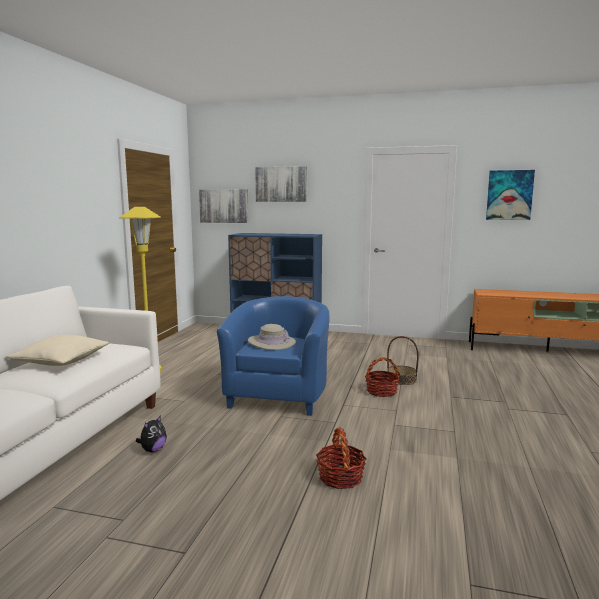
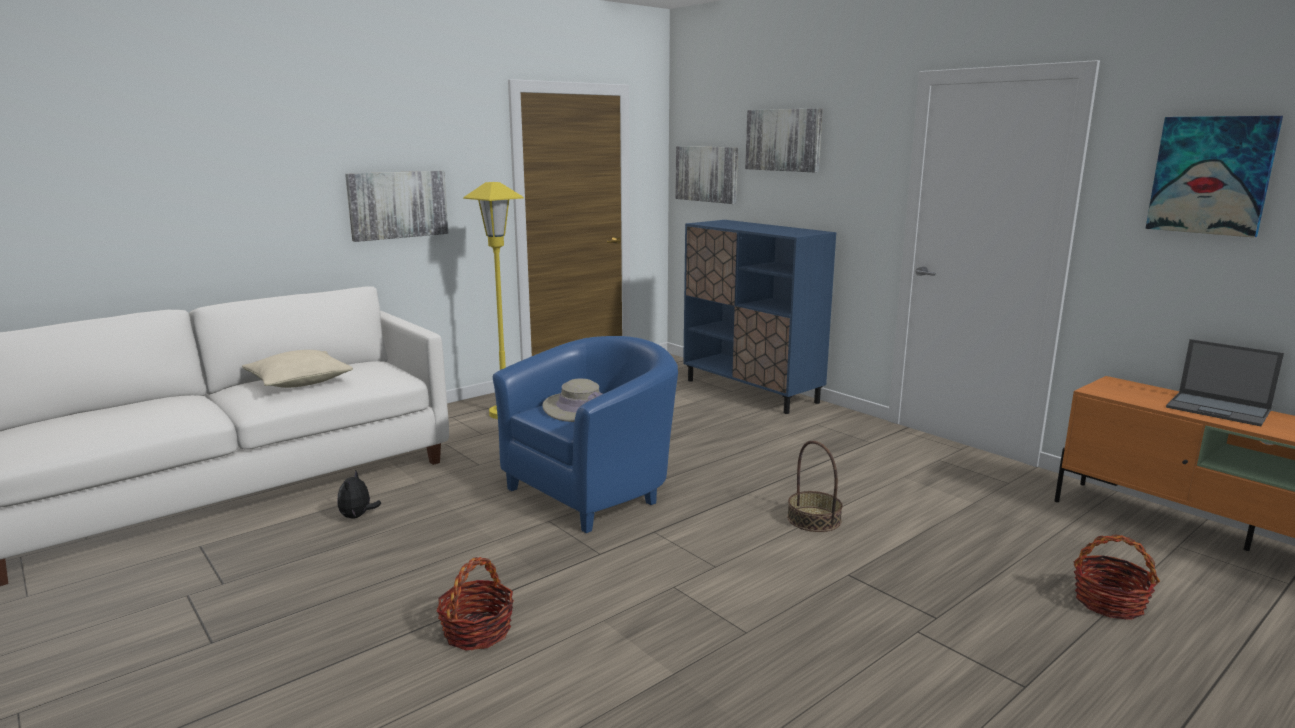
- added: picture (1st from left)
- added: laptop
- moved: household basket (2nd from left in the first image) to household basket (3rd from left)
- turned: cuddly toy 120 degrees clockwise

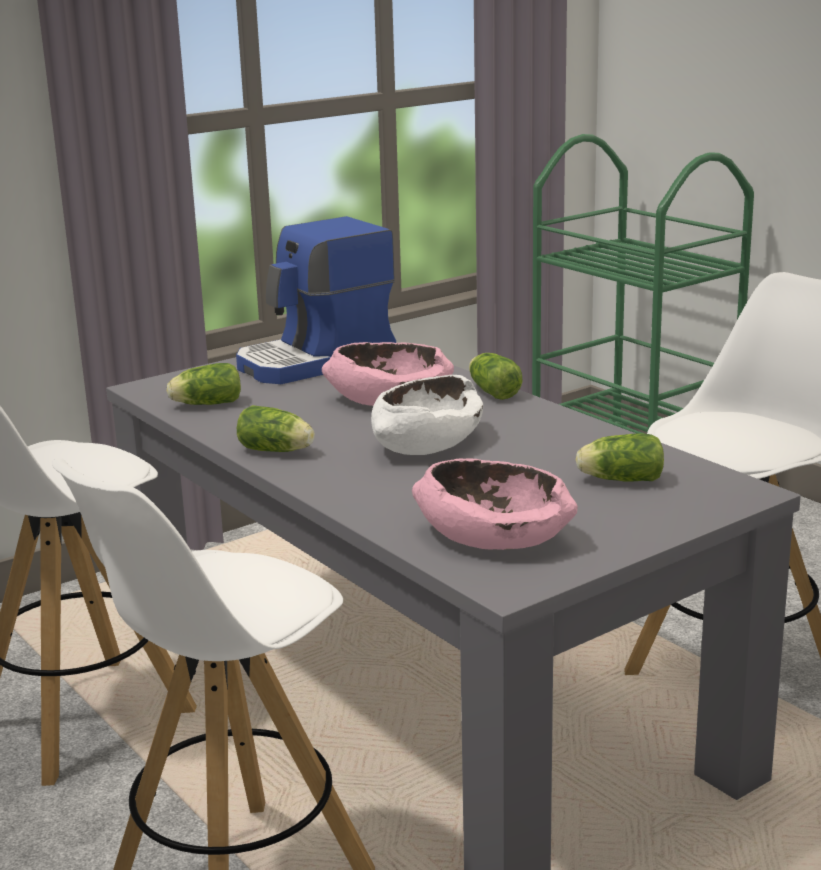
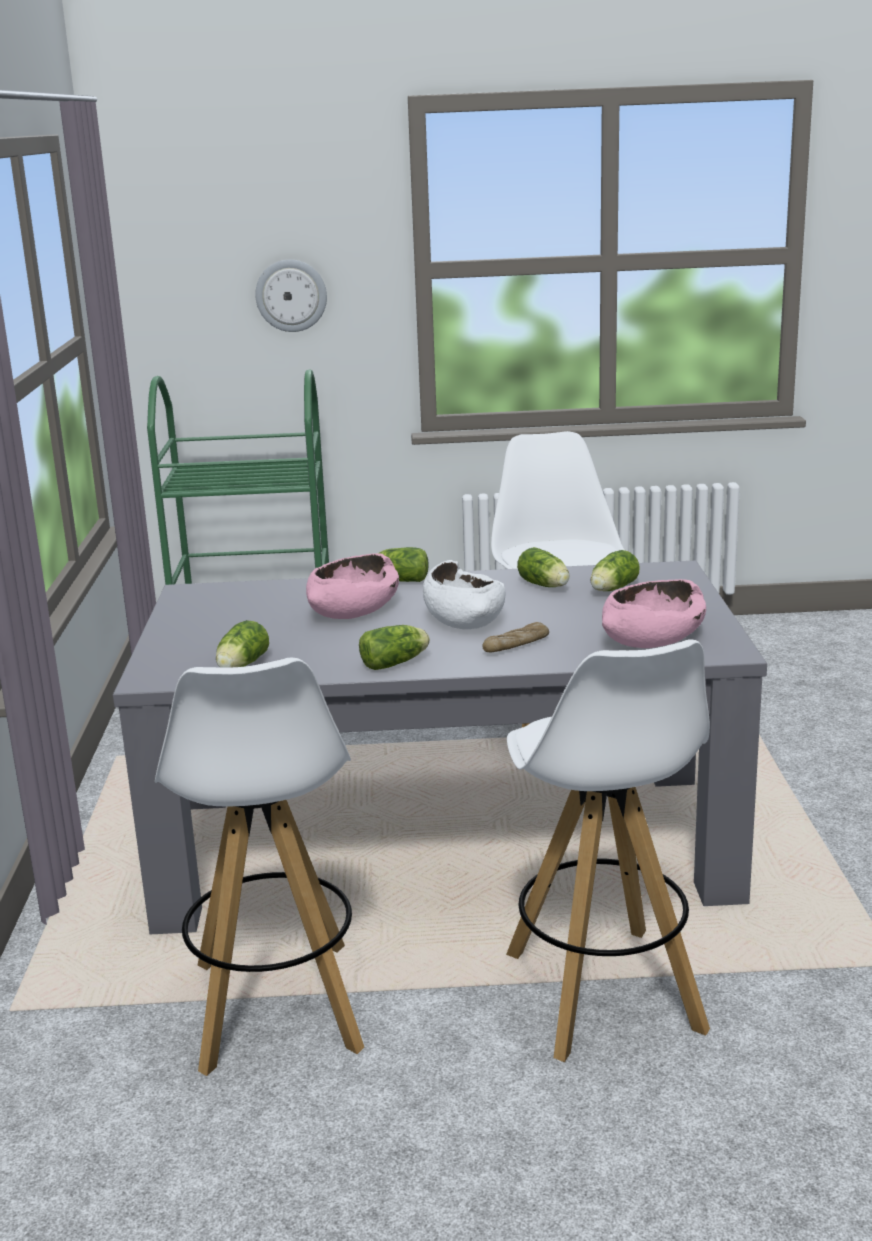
- removed: coffee brewer
- added: hanging clock
- added: baked bread
- added: lettuce head (4th from left)

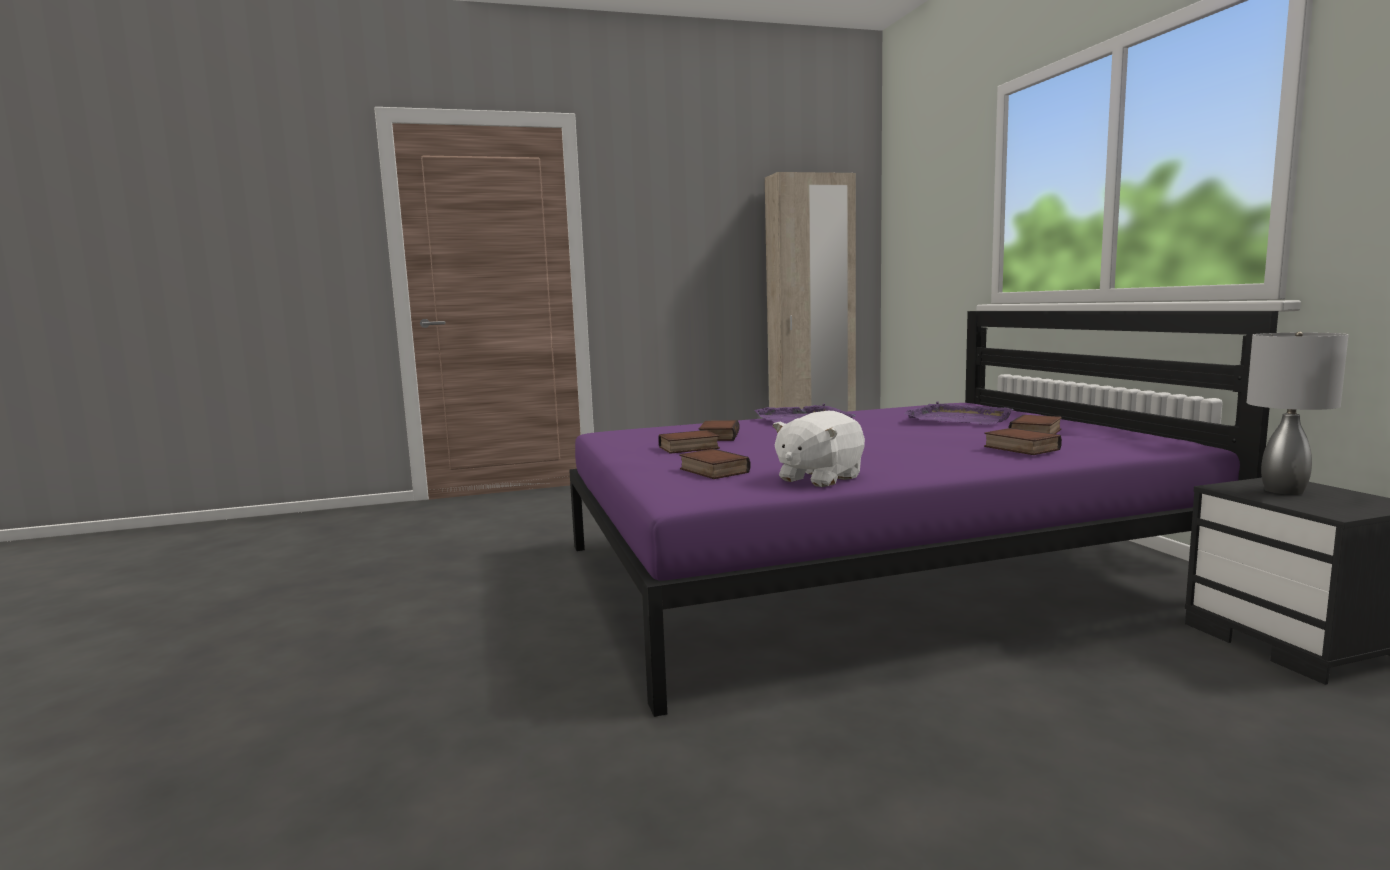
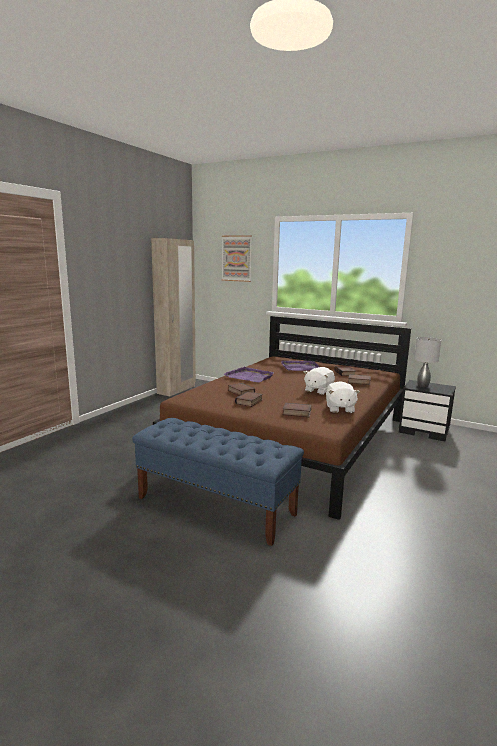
- added: indoor bench in blue-coloured
- added: picture
- added: cuddly toy in white-coloured (1st from left)
- recoloured: bedroom bed in purple to bedroom bed in brown-coloured

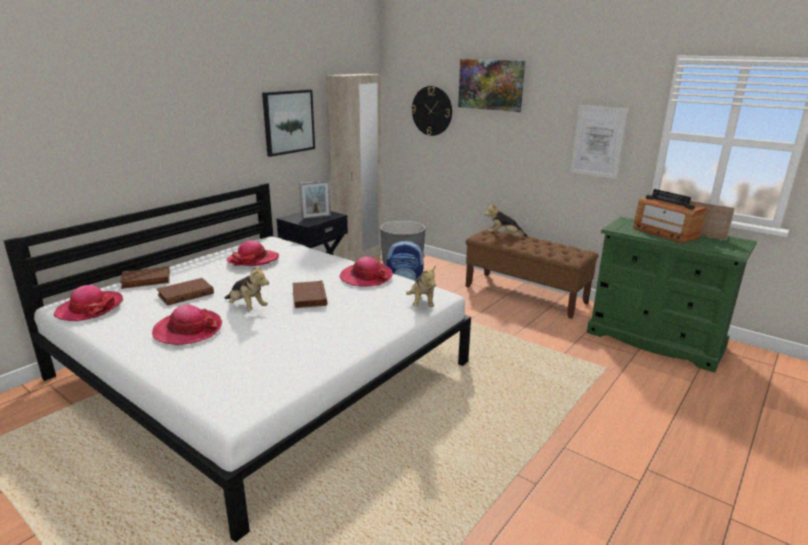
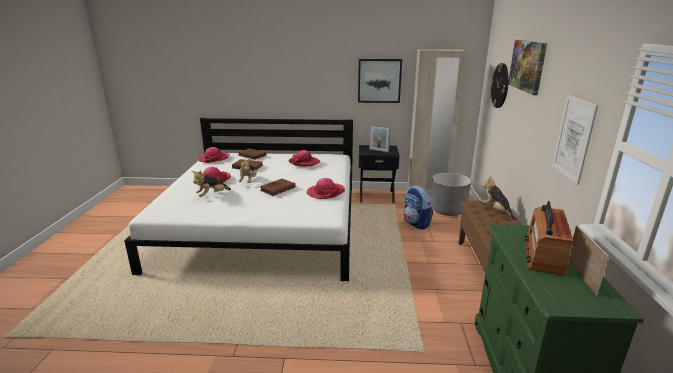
- moved: cuddly toy (2nd from left in the first image) to cuddly toy (1st from left)

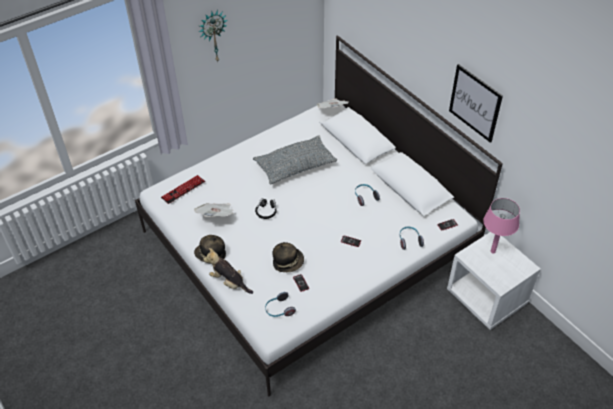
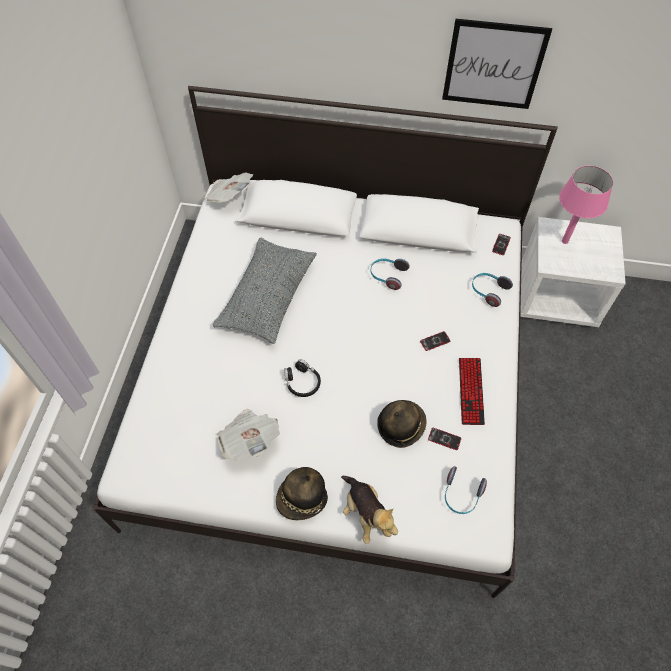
- removed: hanging clock
- moved: computer keyboard
- turned: cuddly toy 105 degrees counterclockwise

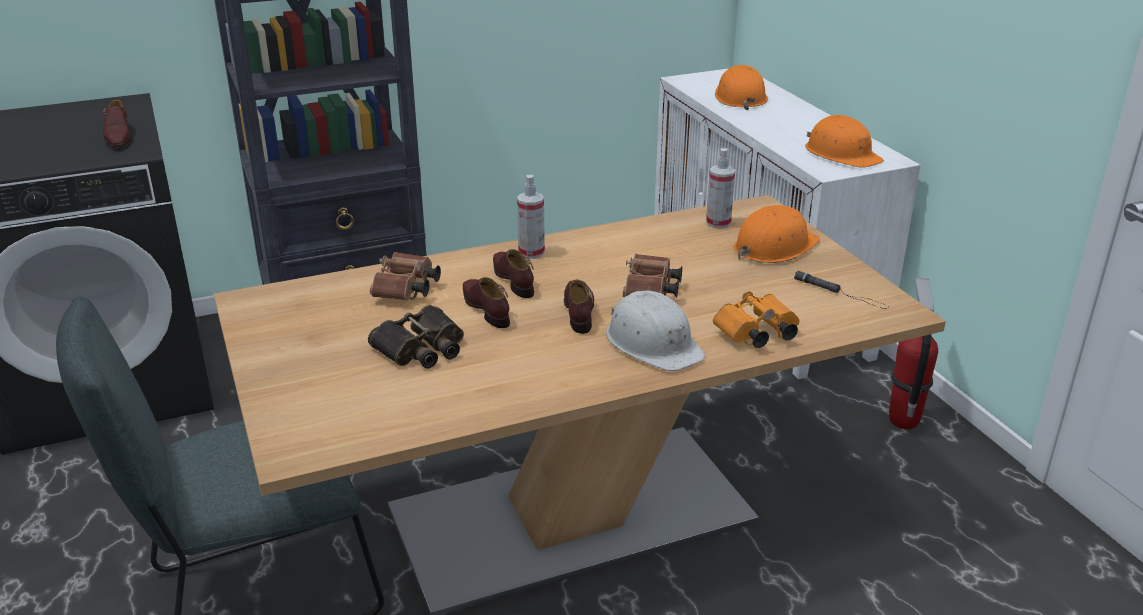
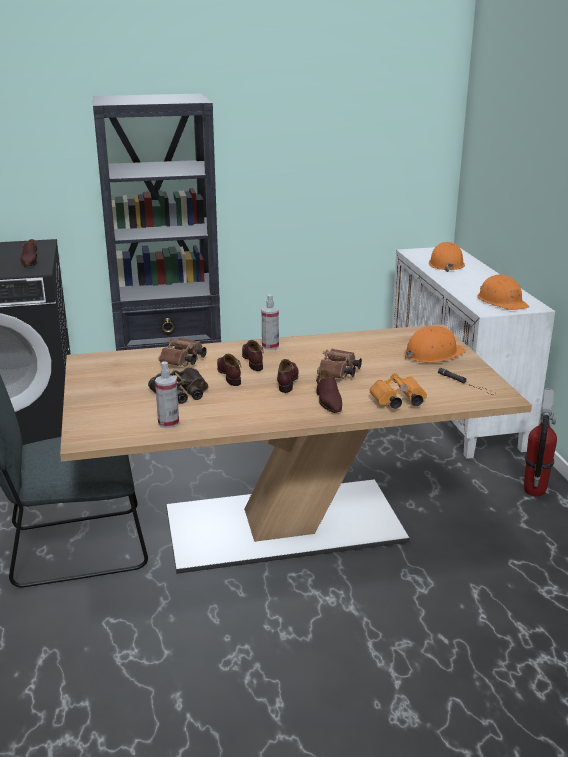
- moved: hand sprayer (2nd from left in the first image) to hand sprayer (1st from left)
- replaced: hard hat in white-coloured to item of footwear in brown-coloured (5th from left)

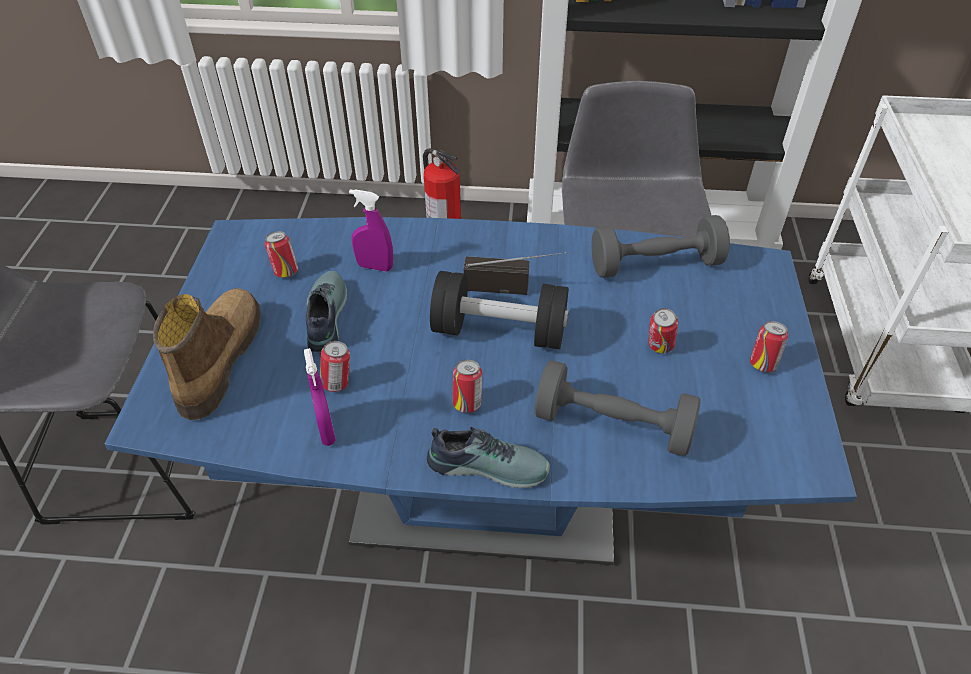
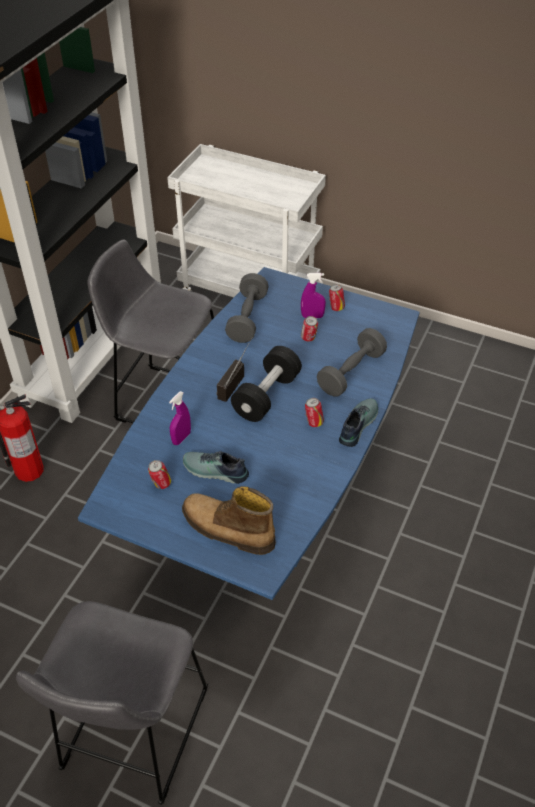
- removed: sealed can (2nd from left)
- moved: hand sprayer in purple (1st from left in the first image) to hand sprayer in purple (2nd from left)

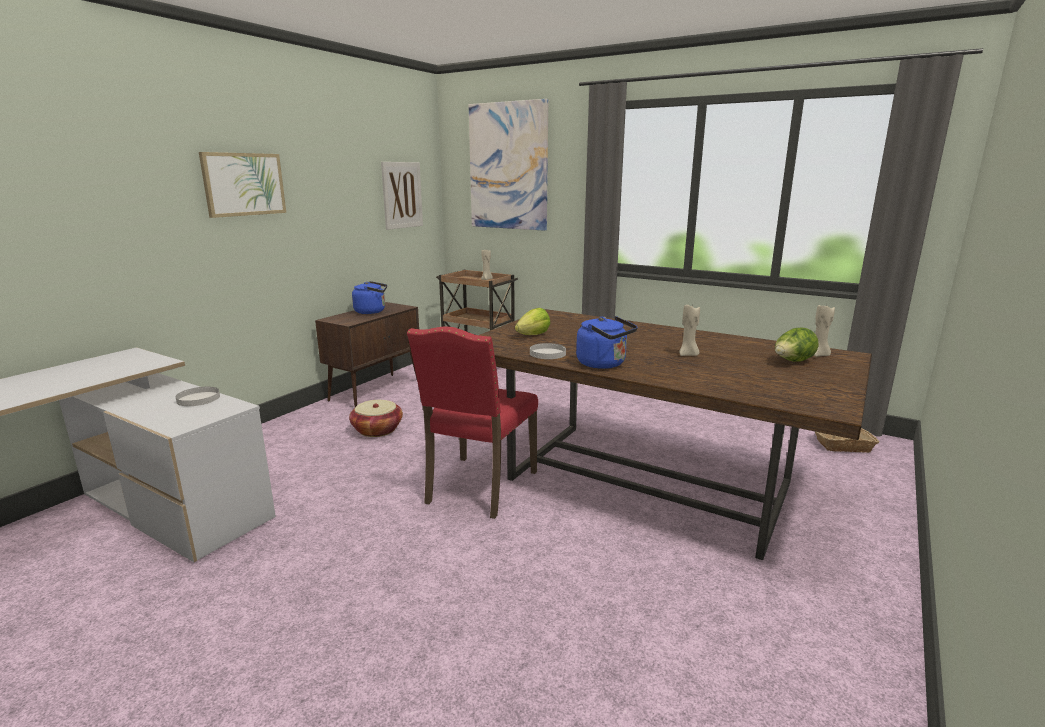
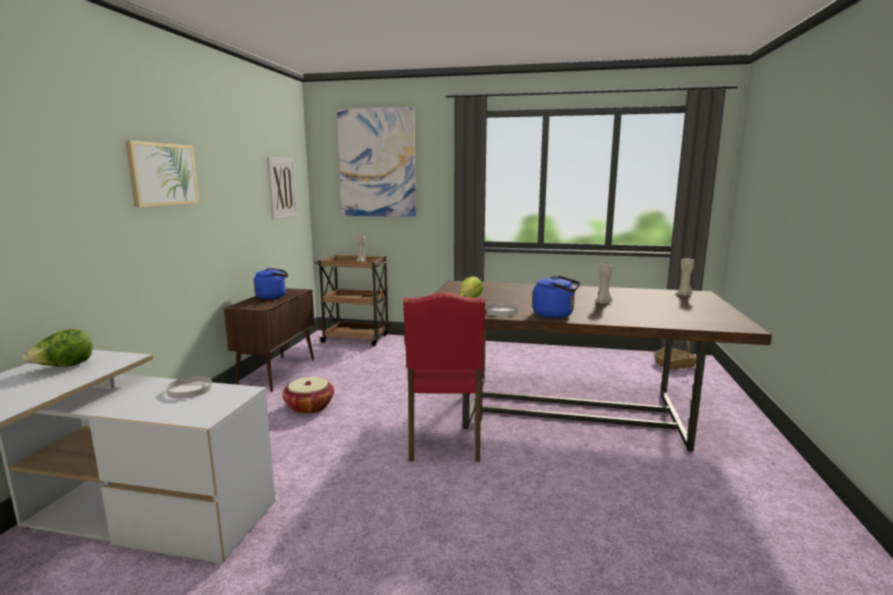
- moved: lettuce head (2nd from left in the first image) to lettuce head (1st from left)

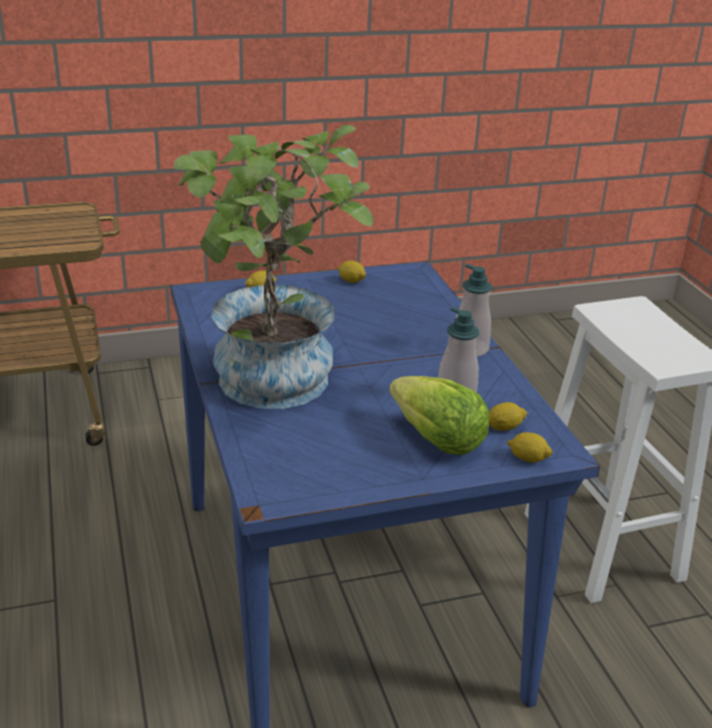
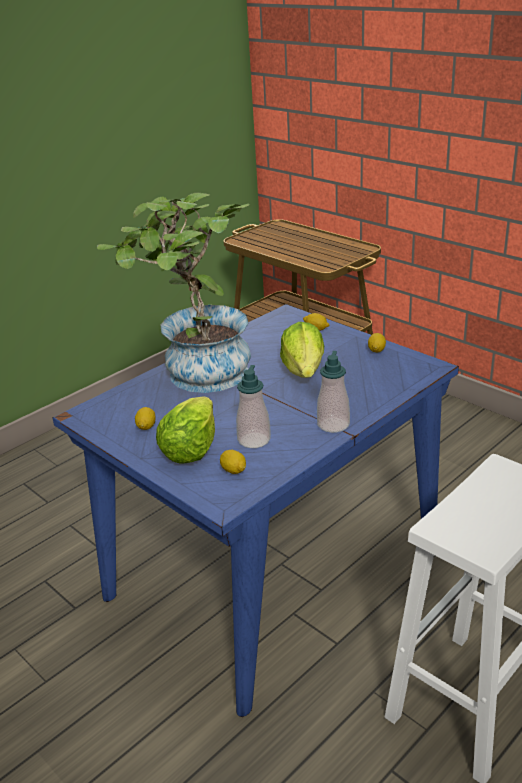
- added: lettuce head (2nd from left)
- moved: whole lemon (4th from left in the first image) to whole lemon (1st from left)

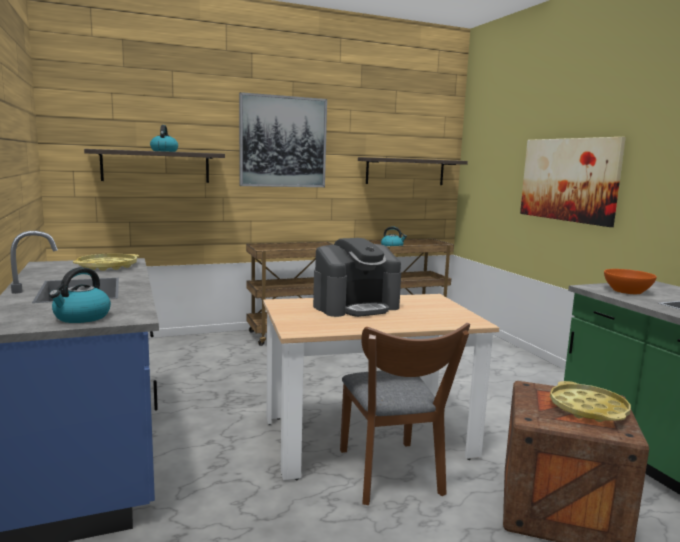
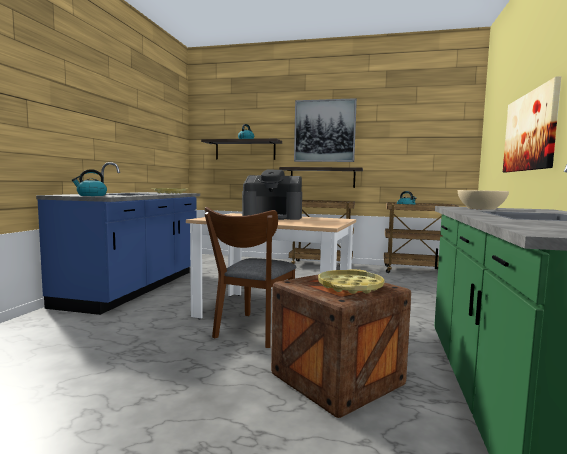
- moved: bracket shelf (2nd from left)
- recoloured: deep dish in orange to deep dish in beige-coloured

